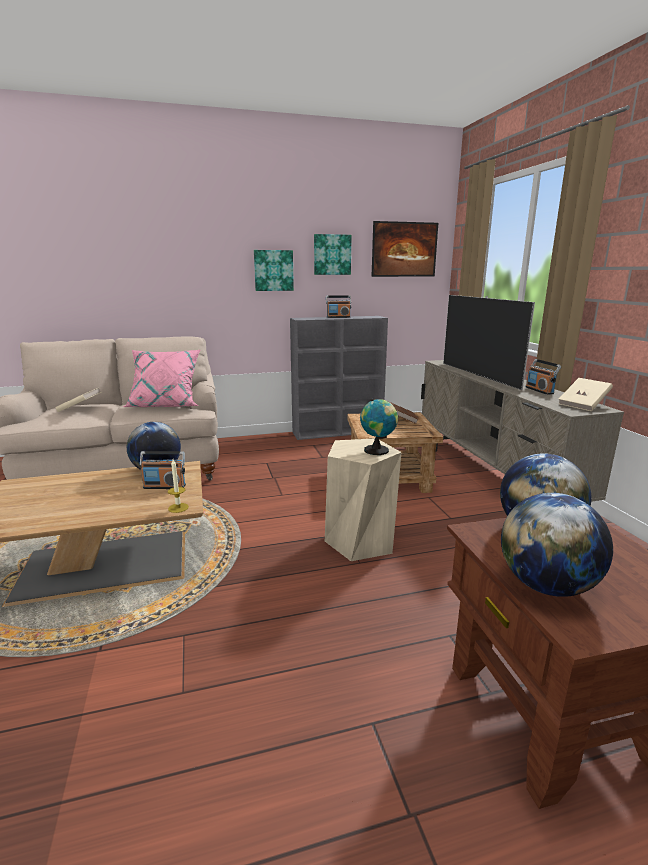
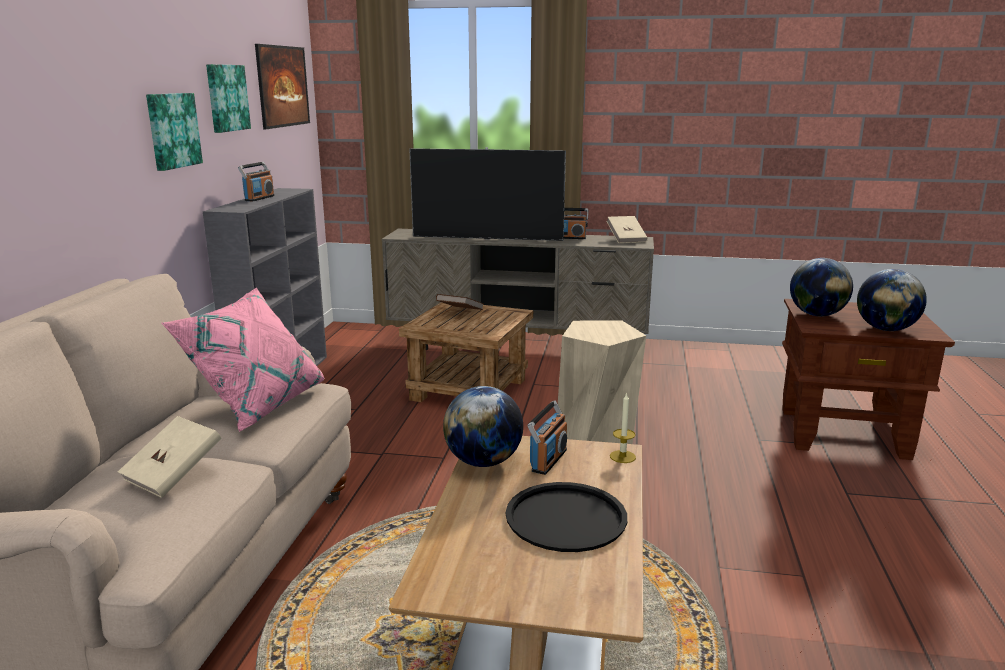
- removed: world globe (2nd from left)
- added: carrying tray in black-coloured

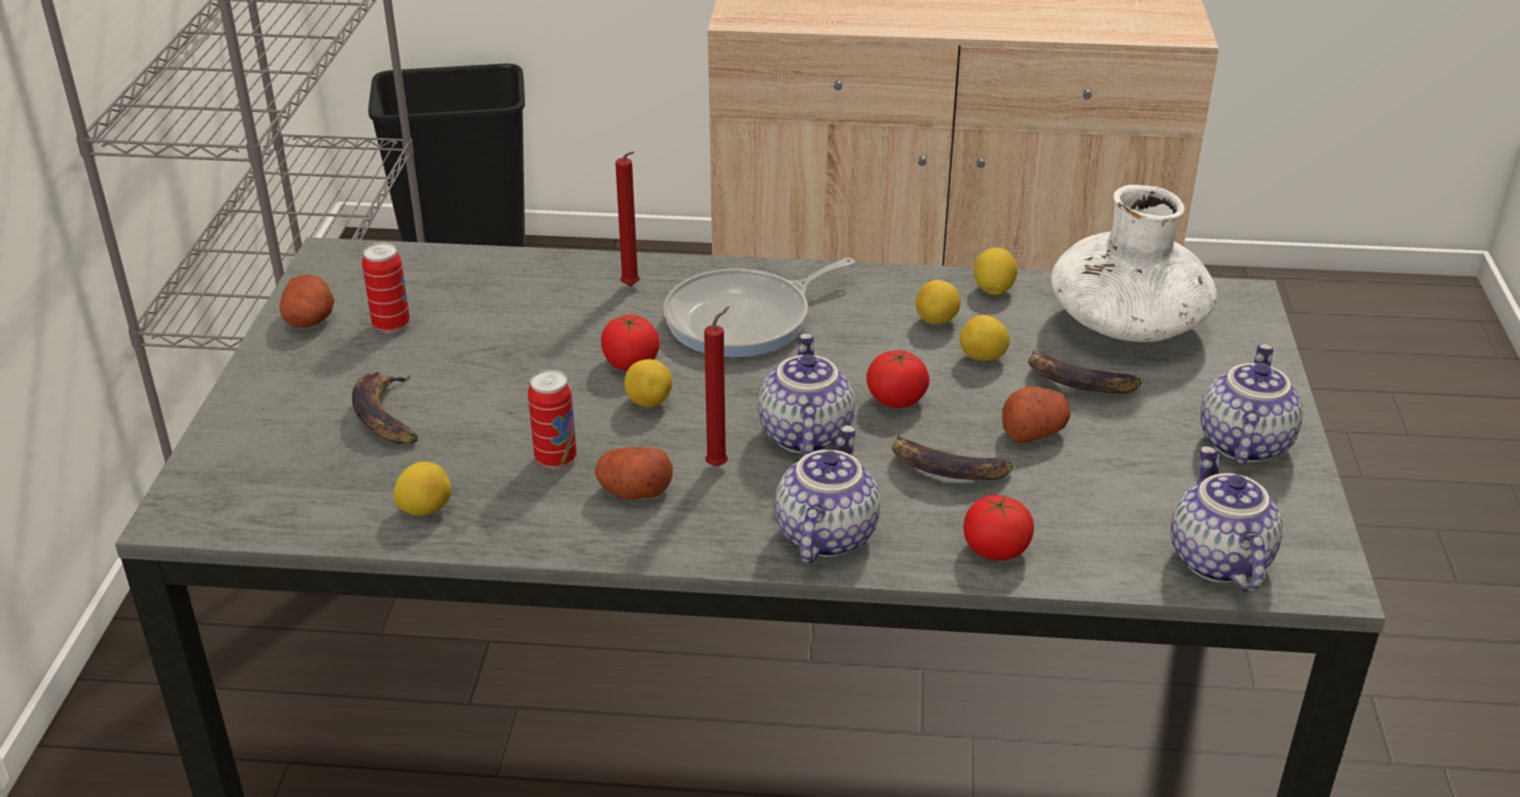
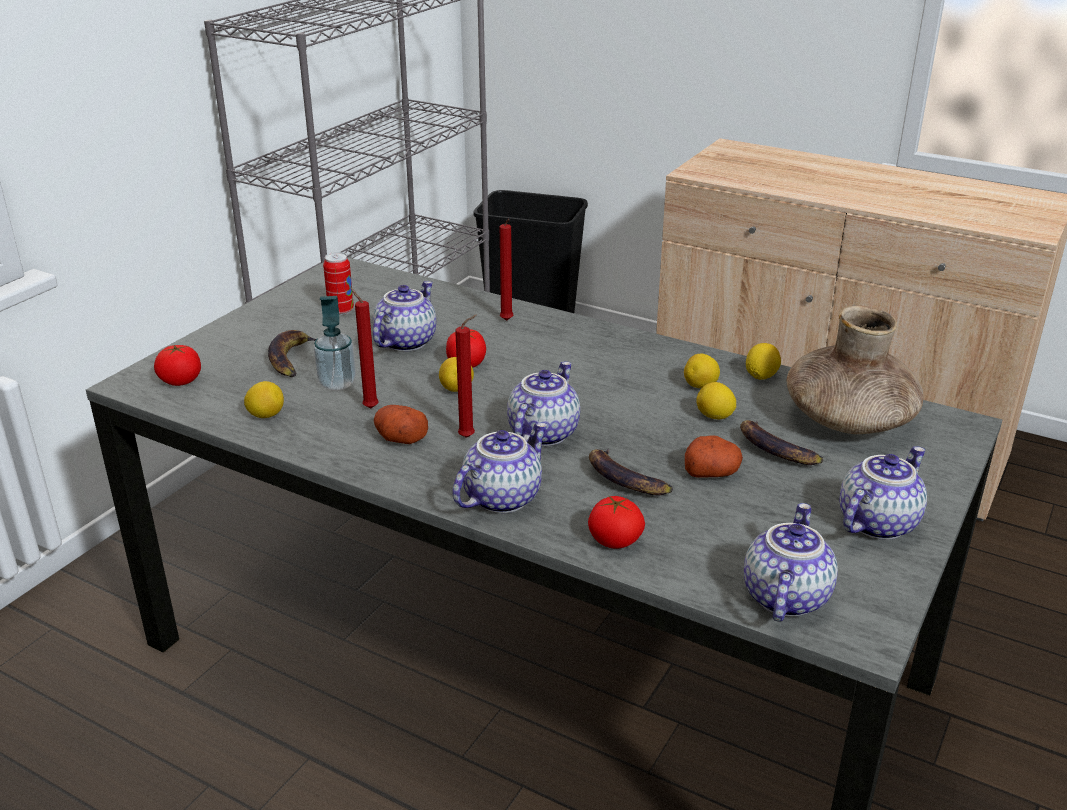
- removed: spud (1st from left)
- removed: pan
- added: soap bottle
- added: teapot (1st from left)
- moved: tomato (2nd from left in the first image) to tomato (1st from left)
- replaced: sealed can (2nd from left) to candle in red-coloured (1st from left)
- recoloured: flower vase in white-coloured to flower vase in brown-coloured

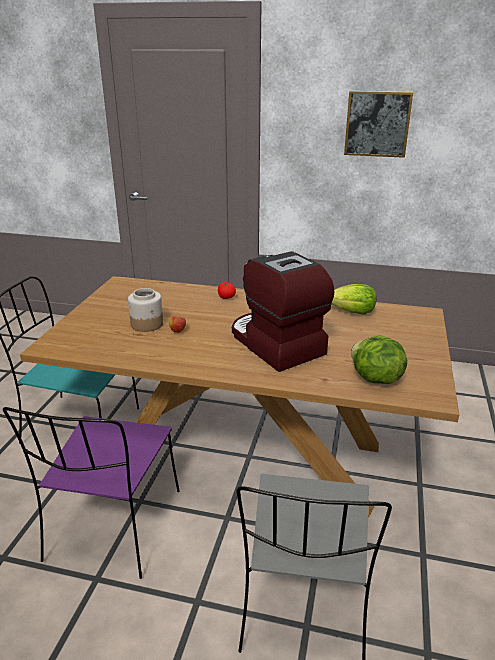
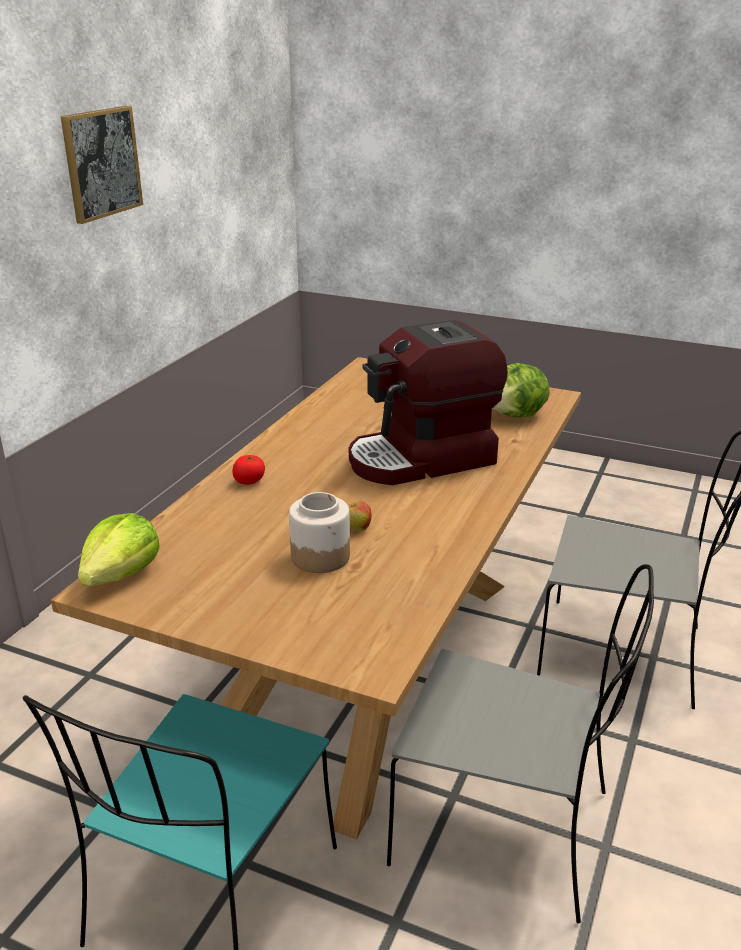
- moved: lettuce head (1st from left)
- recoloured: plain chair in purple to plain chair in gray (1st from left)

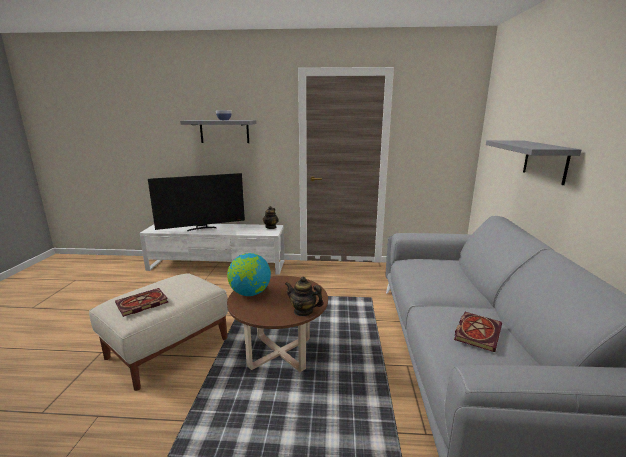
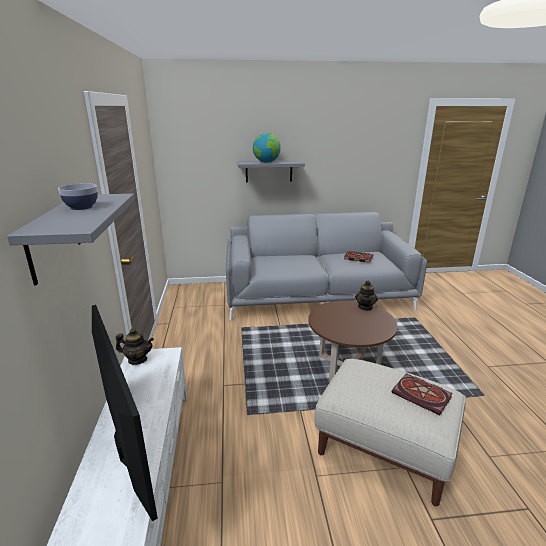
- moved: world globe

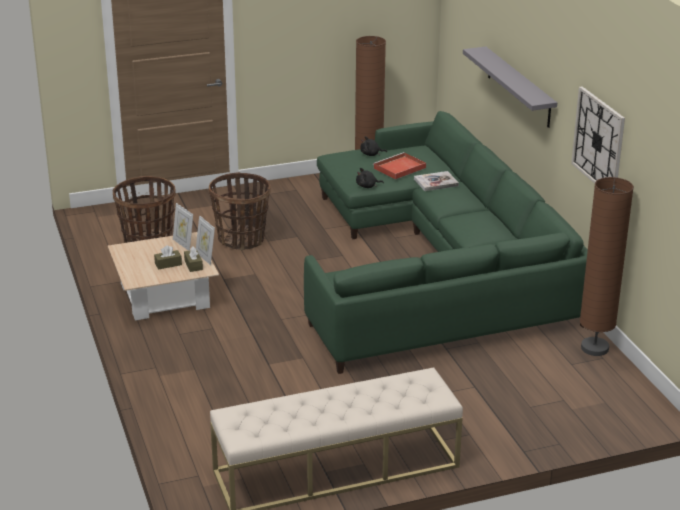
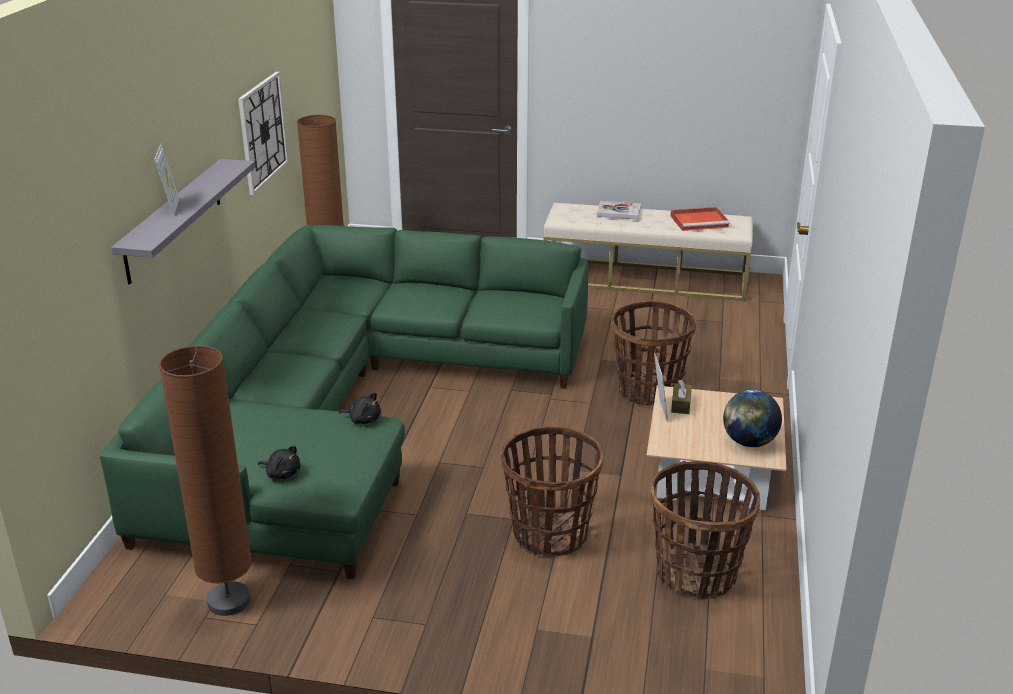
- removed: tissue holder in brown-coloured (1st from left)
- added: household basket (2nd from left)
- added: world globe
- moved: standing frame (1st from left)
- moved: carrying tray in red-coloured
- moved: book

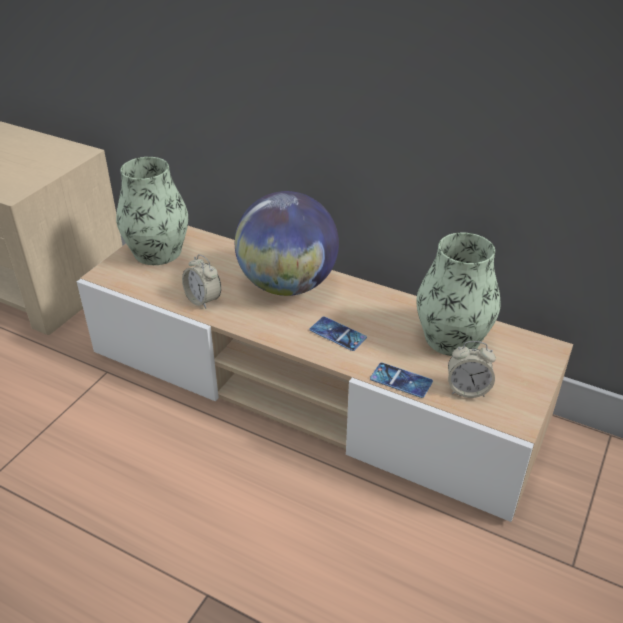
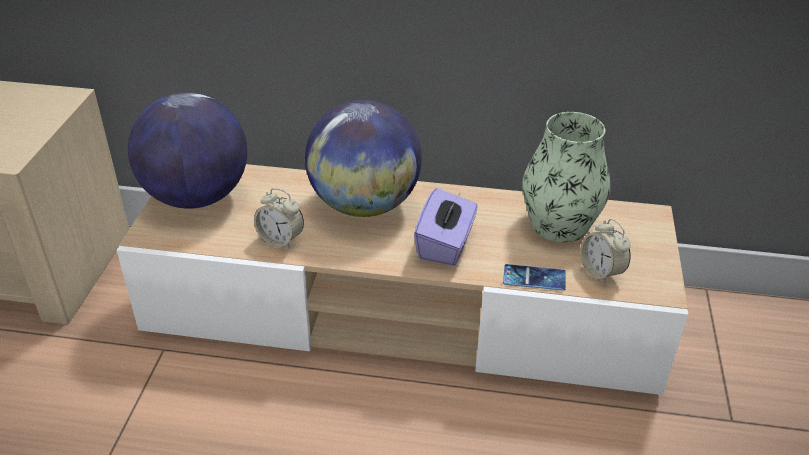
- replaced: flower vase (1st from left) to world globe (1st from left)
- replaced: telephone (1st from left) to tissue holder in purple
- turned: alarm clock (2nd from left) 75 degrees clockwise

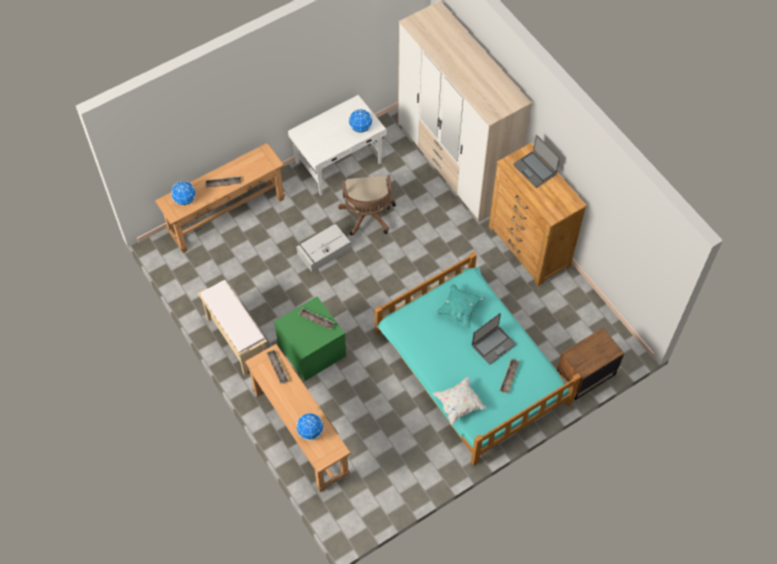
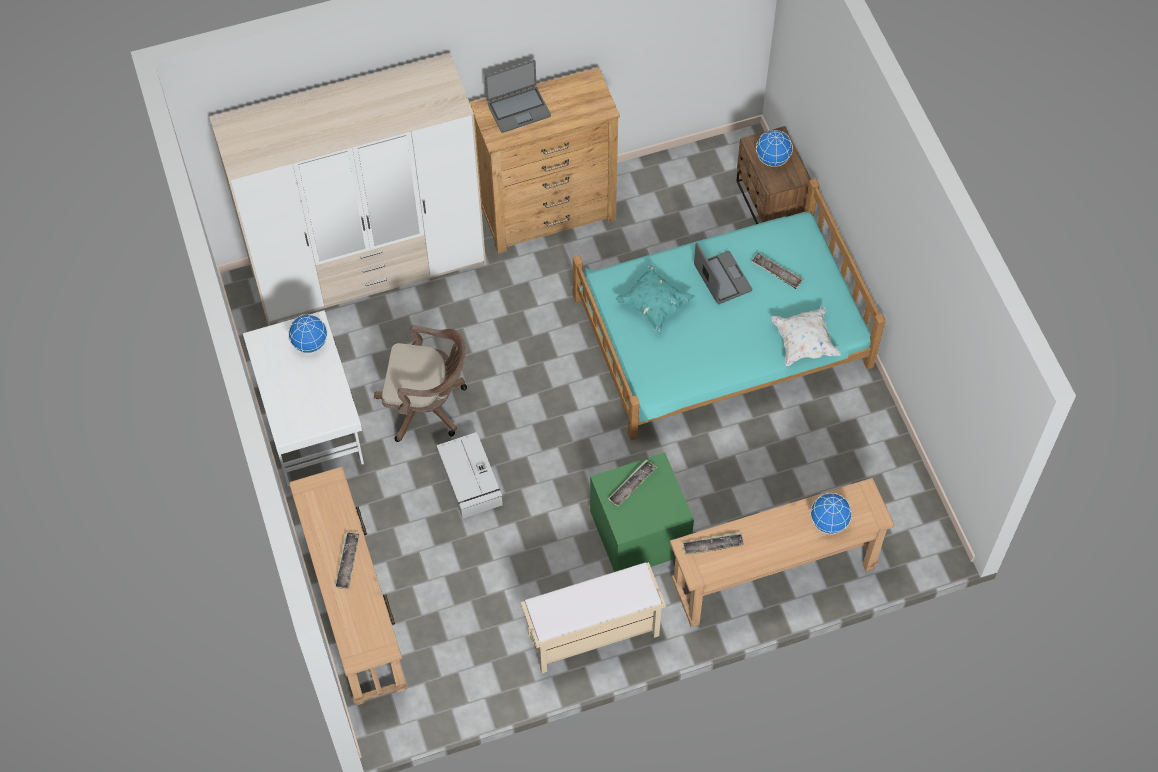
- moved: world globe (1st from left in the first image) to world globe (2nd from left)

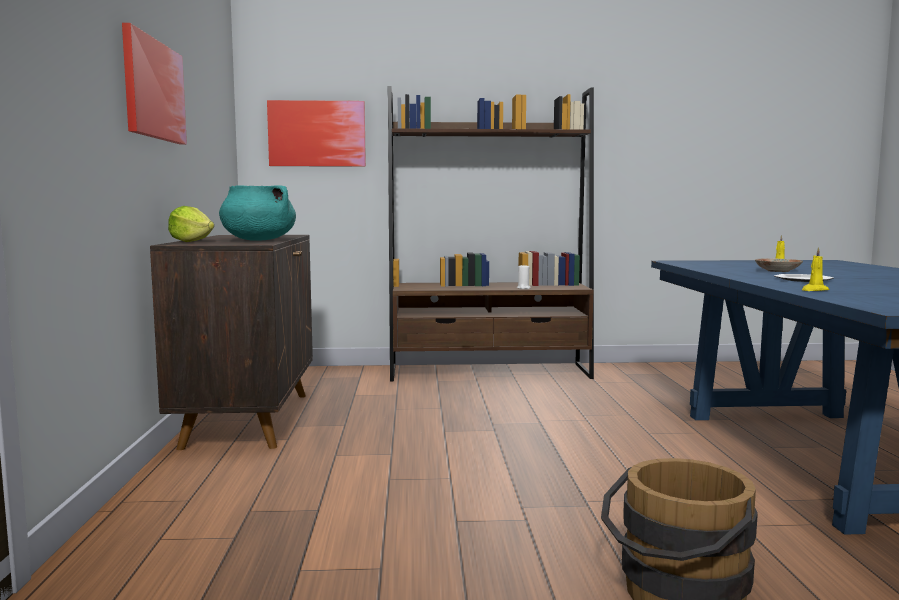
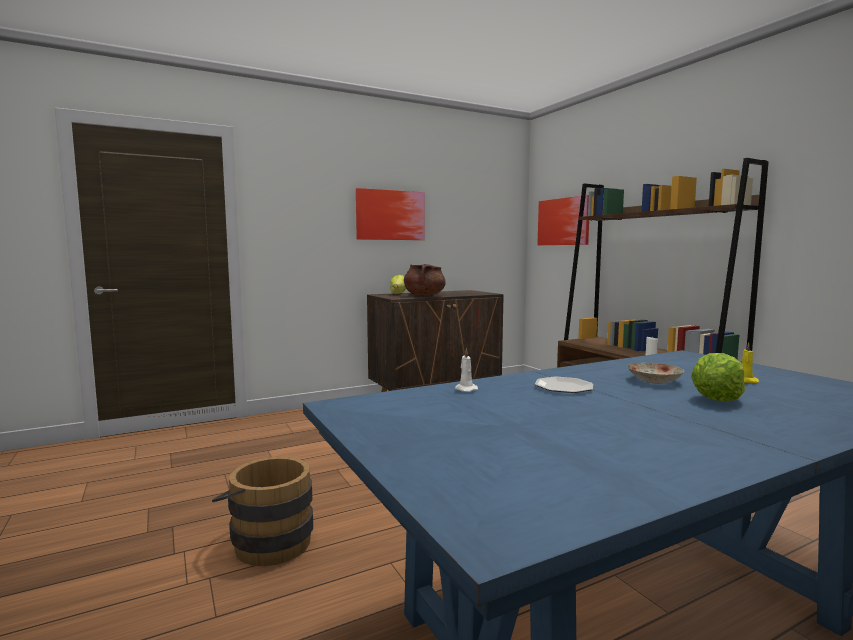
- added: lettuce head (2nd from left)
- recoloured: cooking pot in blue-green to cooking pot in brown-coloured
- recoloured: candle in yellowish (2nd from left) to candle in white-coloured (1st from left)

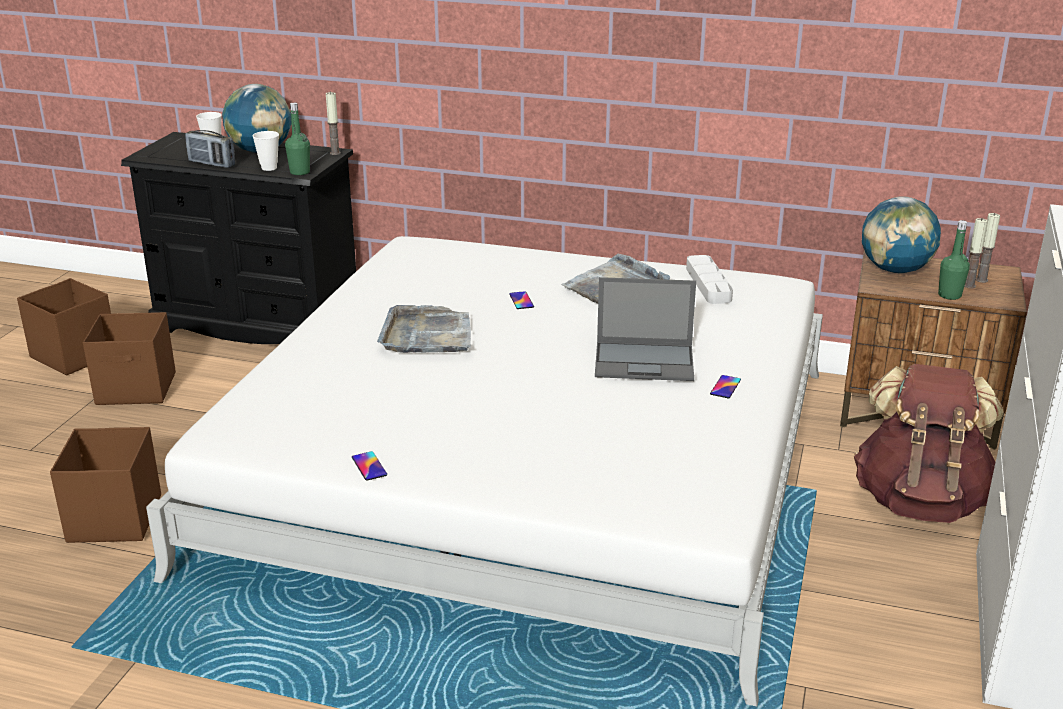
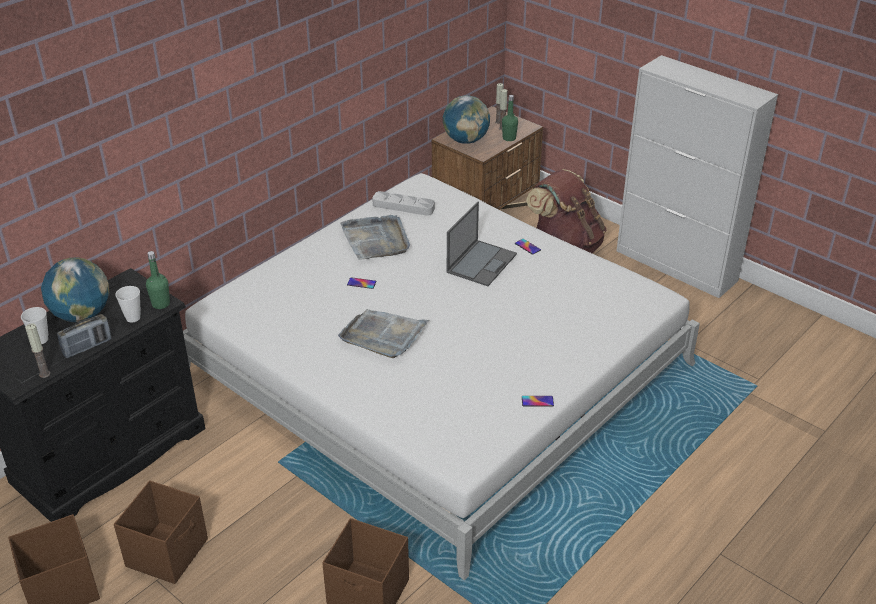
- moved: candle (1st from left)

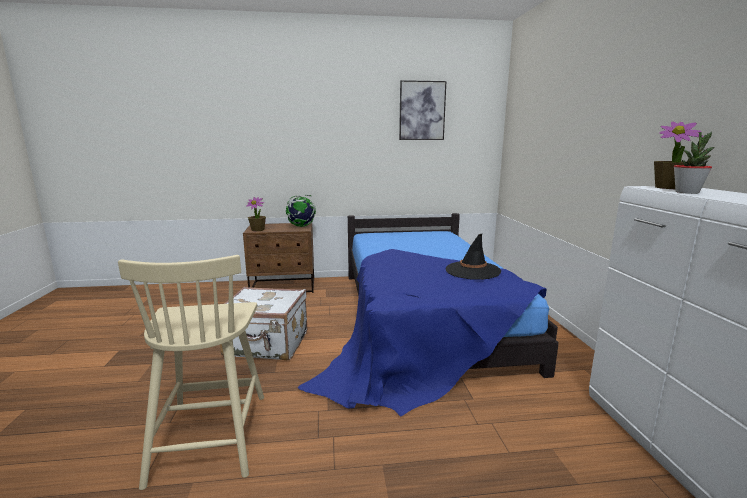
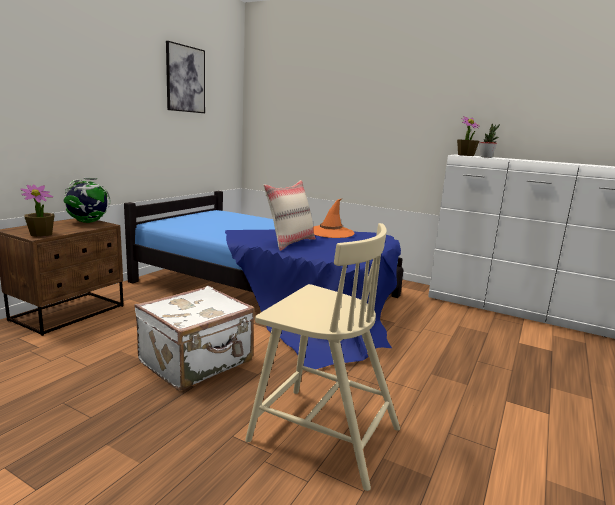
- added: throw pillow in beige-coloured
- recoloured: clothing hat in black-coloured to clothing hat in orange

